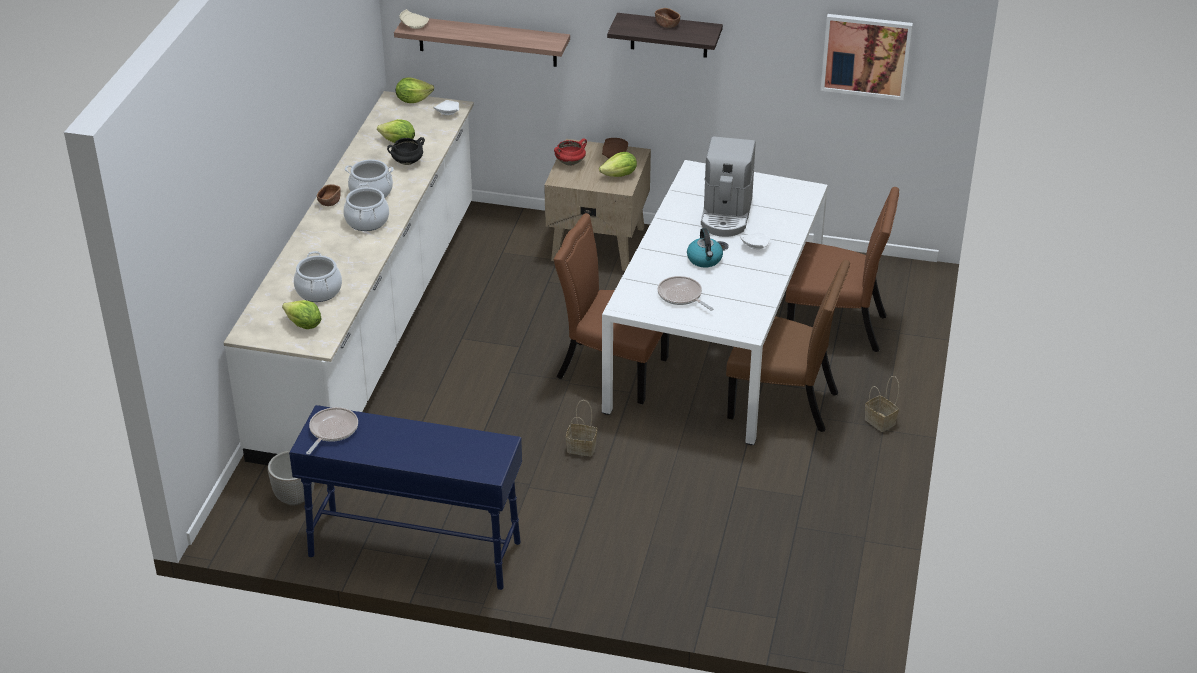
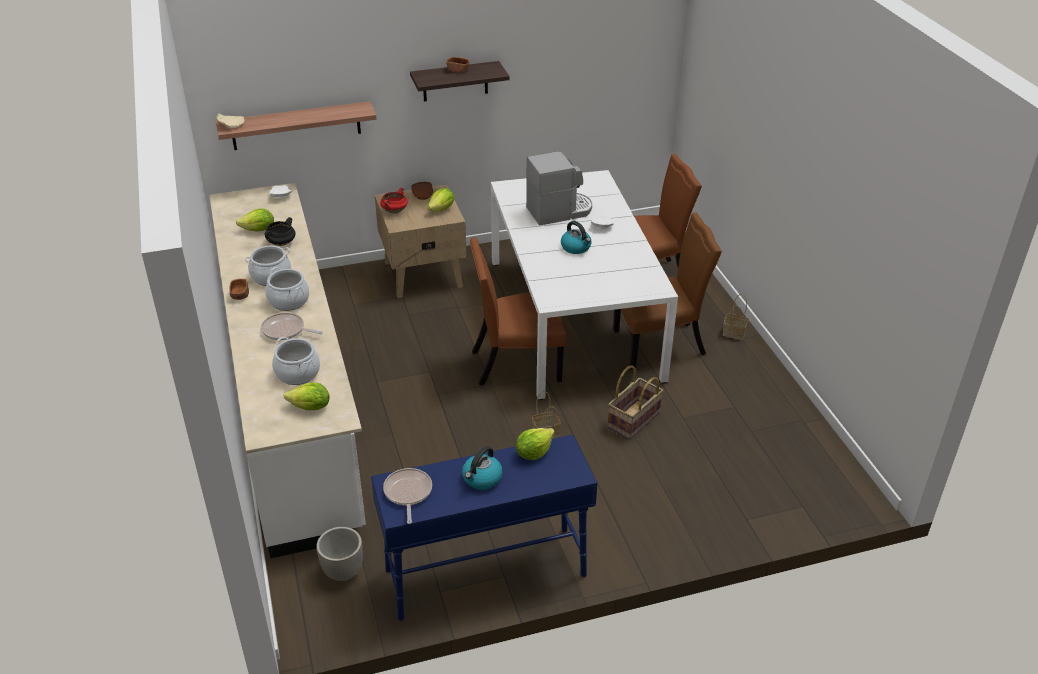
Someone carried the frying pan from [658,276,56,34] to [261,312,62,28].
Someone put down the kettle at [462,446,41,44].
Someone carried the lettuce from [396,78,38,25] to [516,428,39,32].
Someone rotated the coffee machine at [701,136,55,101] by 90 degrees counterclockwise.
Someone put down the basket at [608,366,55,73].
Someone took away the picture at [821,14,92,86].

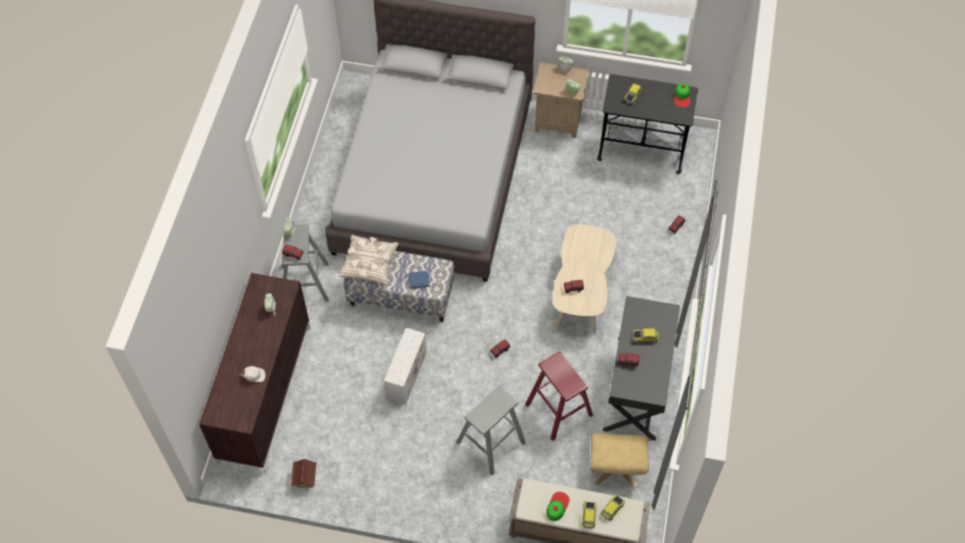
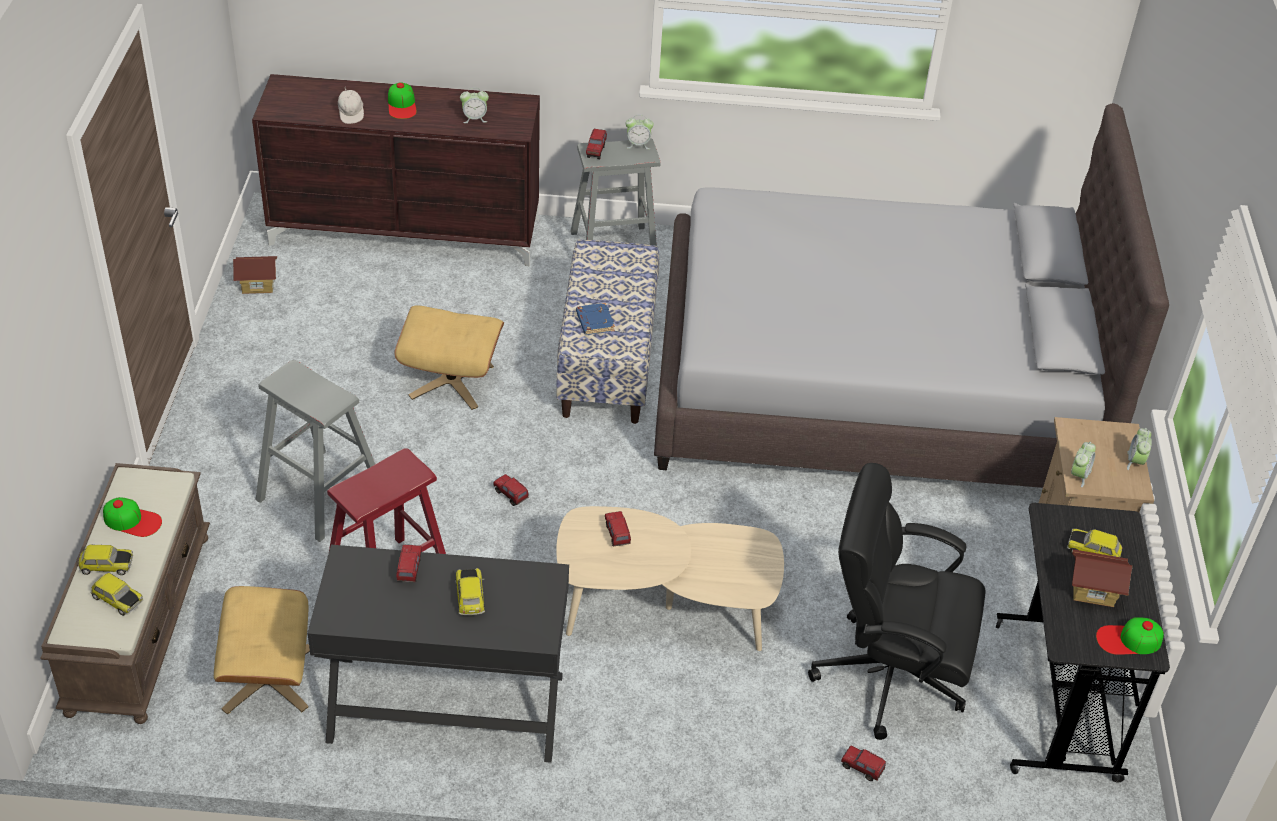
Someone put down the cap at [388,83,29,36].
Someone swapped the white storage box at [384,328,43,77] for the beige ottoman at [395,306,109,104].
Someone put down the black office chair at [808,463,178,277].
Someone put down the toy house at [1072,549,60,58].
Someone took away the beige pillow at [339,235,60,50].

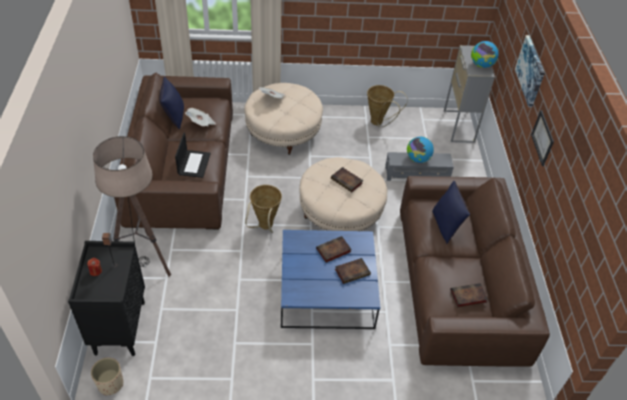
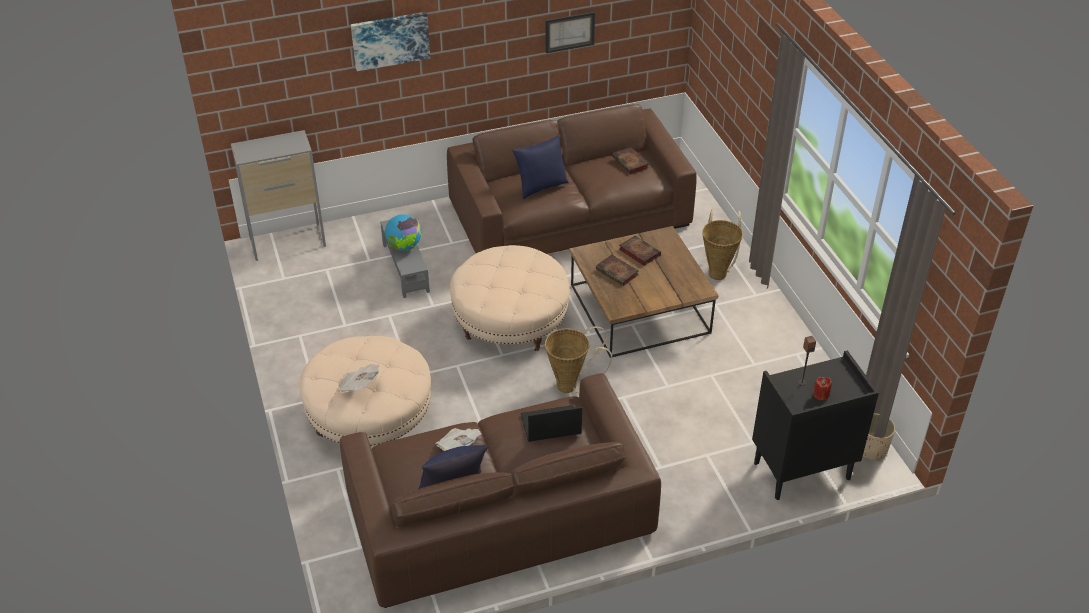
Someone carried the picture from [531,110,23,56] to [545,12,50,41].
Someone repainted the blue coffee table at [281,230,99,99], which became the brown coffee table at [569,226,150,132].
Someone carried the basket from [367,85,41,42] to [702,208,41,72].
Someone took away the floor lamp at [93,136,78,141].
Someone took away the book at [331,167,32,25].
Someone took away the globe at [471,41,28,27].

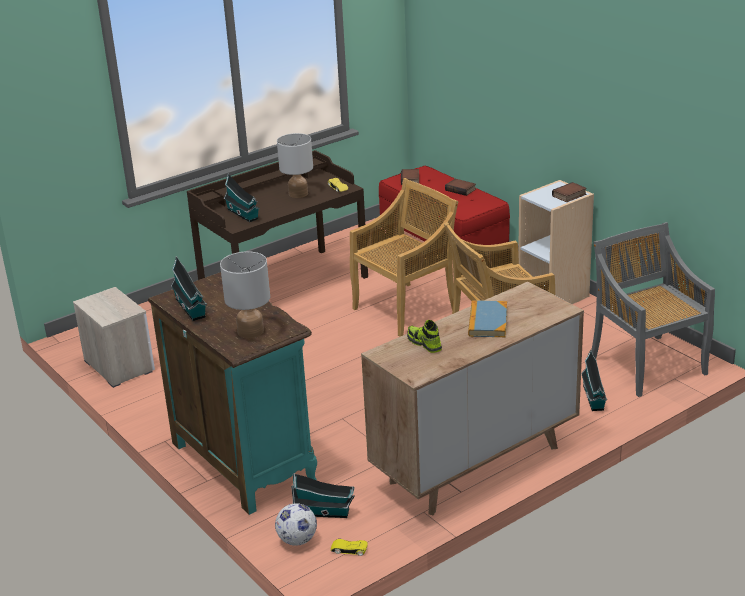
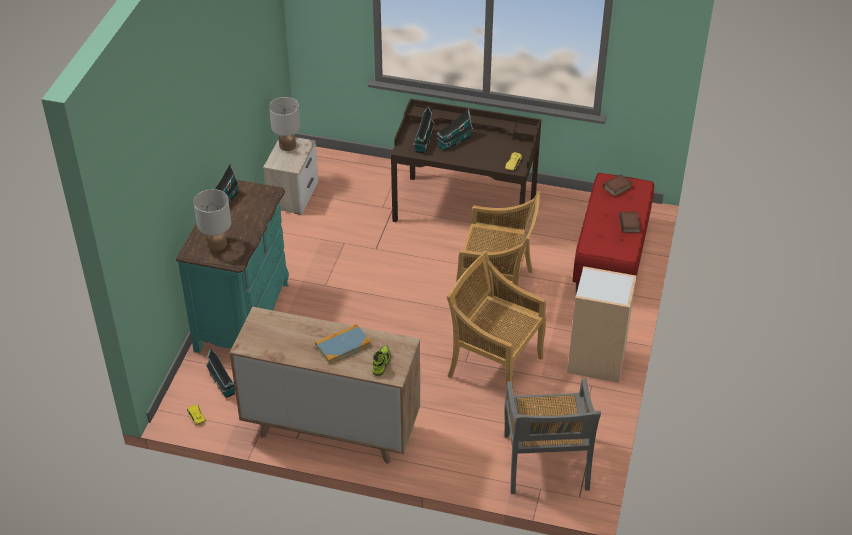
Someone carried the grey table lamp from [277,133,36,65] to [269,97,31,54].
Someone carried the shoe from [407,320,35,33] to [373,345,18,32].
Someone carried the toy house from [581,350,26,61] to [436,108,37,43].
Someone rotated the grey chair at [591,222,124,175] by 150 degrees clockwise.
Someone took away the football at [275,503,42,43].
Someone took away the book at [552,182,35,20].

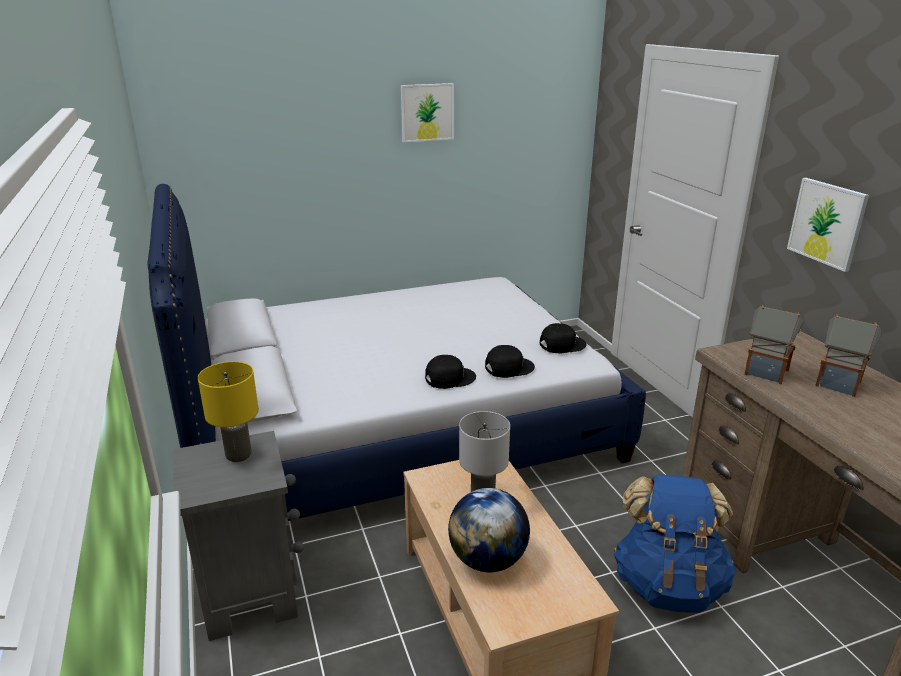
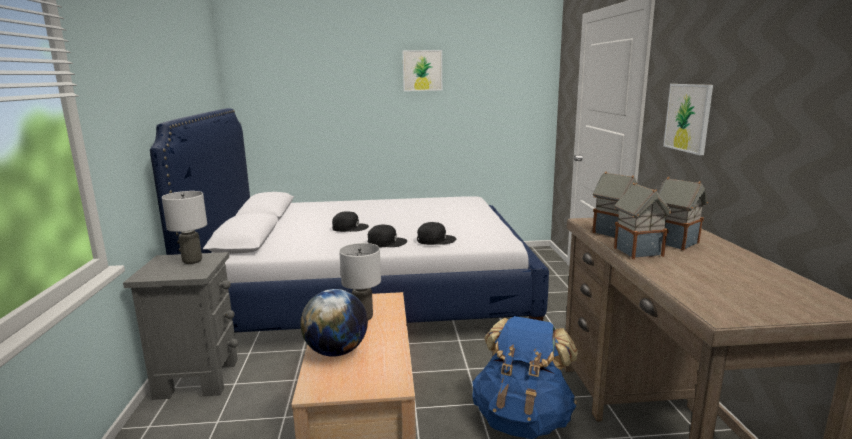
Someone repainted the yellow table lamp at [198,361,61,101], which became the white table lamp at [162,191,45,73].
Someone carried the black cap from [540,323,46,30] to [332,211,37,21].
Someone put down the toy house at [614,183,58,76].

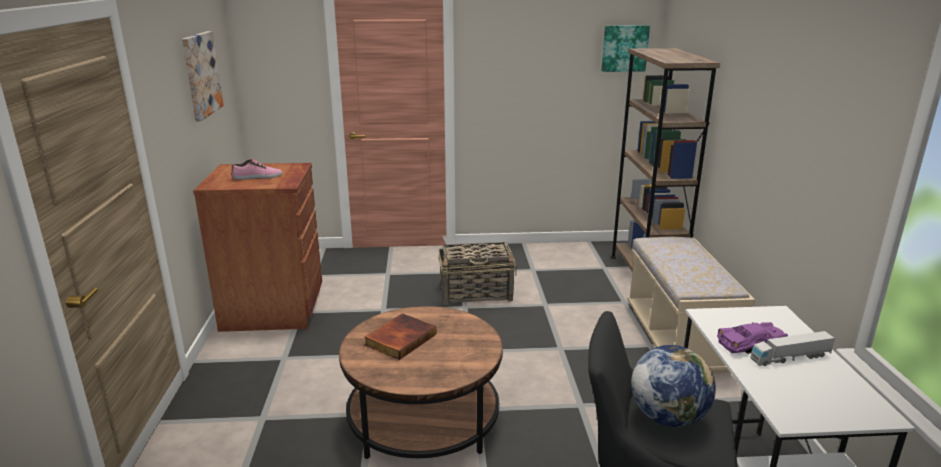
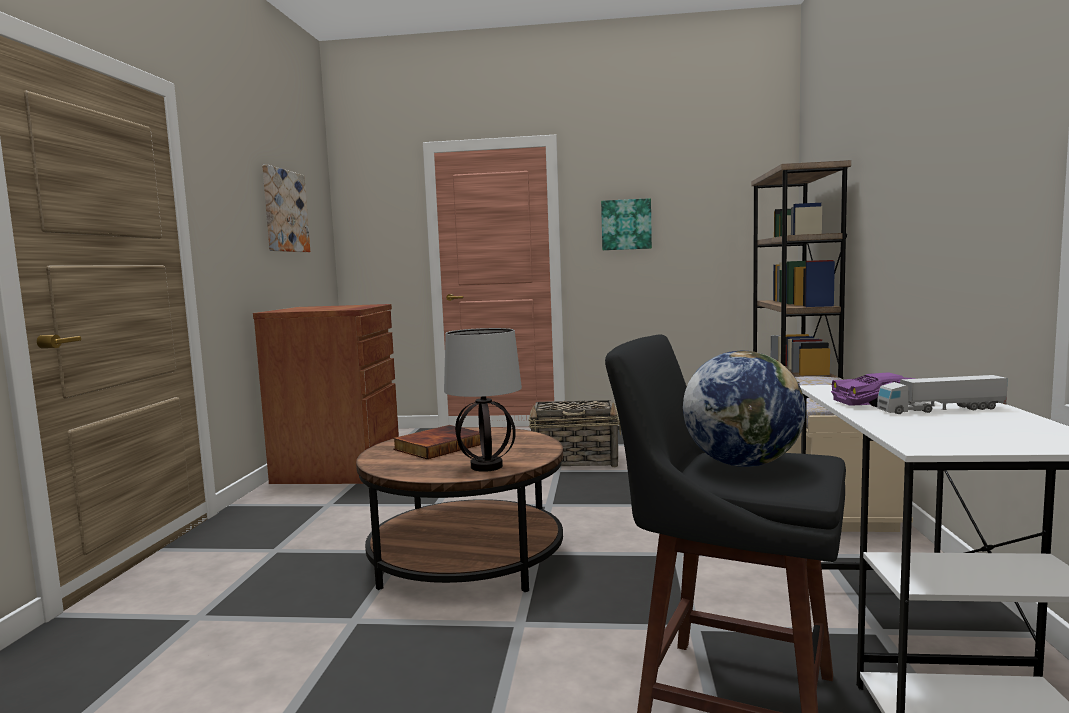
Someone put down the table lamp at [444,328,78,144].
Someone carried the picture from [601,25,49,47] to [601,198,51,52].
Someone took away the shoe at [232,159,51,21].

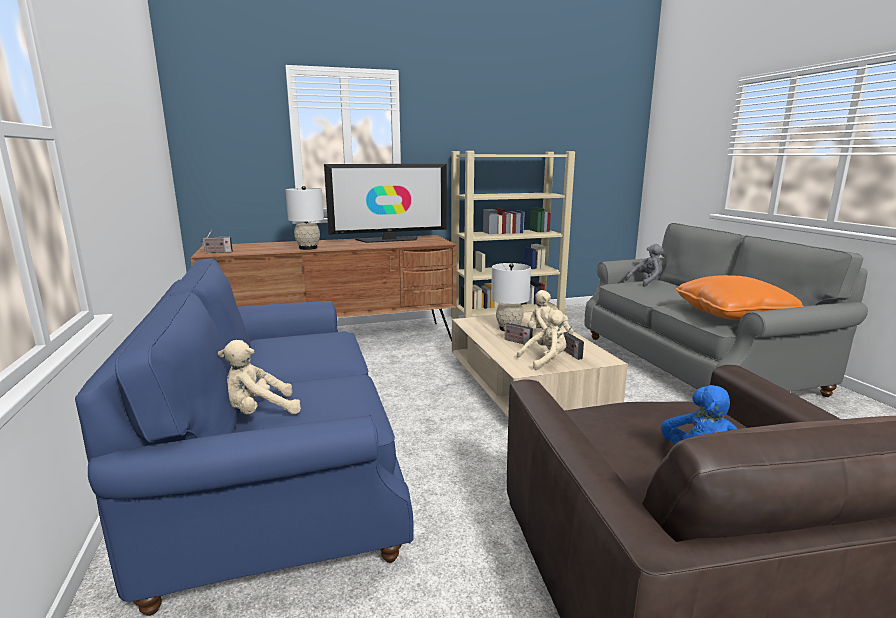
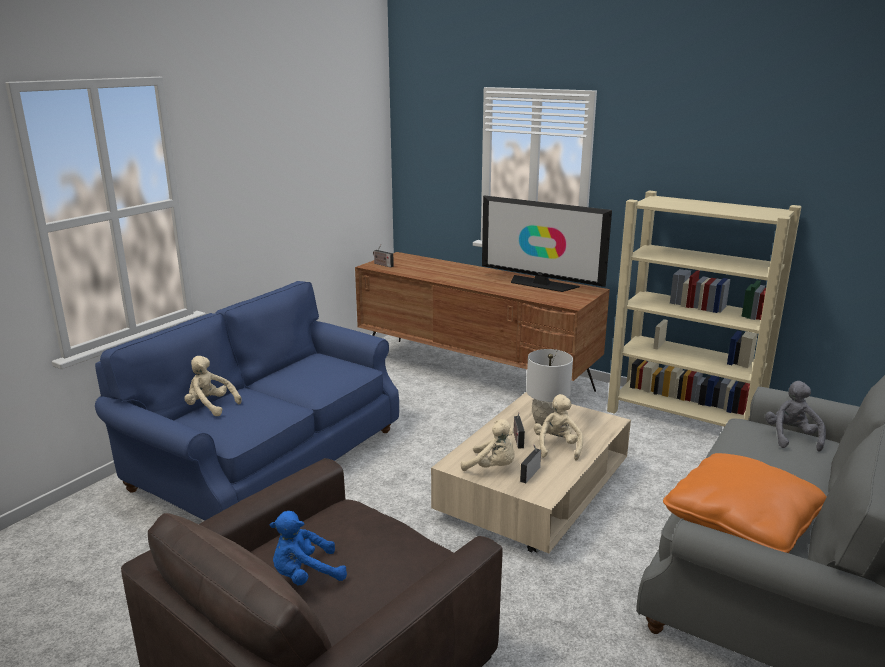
Someone rotated the grey plush toy at [625,244,39,43] by 105 degrees counterclockwise.
Someone took away the white table lamp at [285,186,39,64].

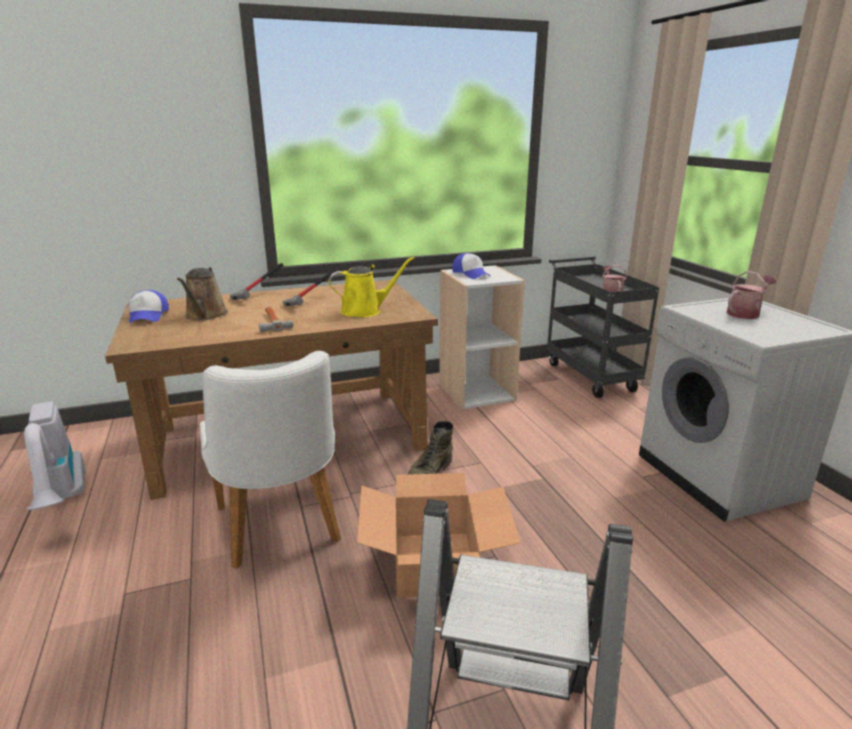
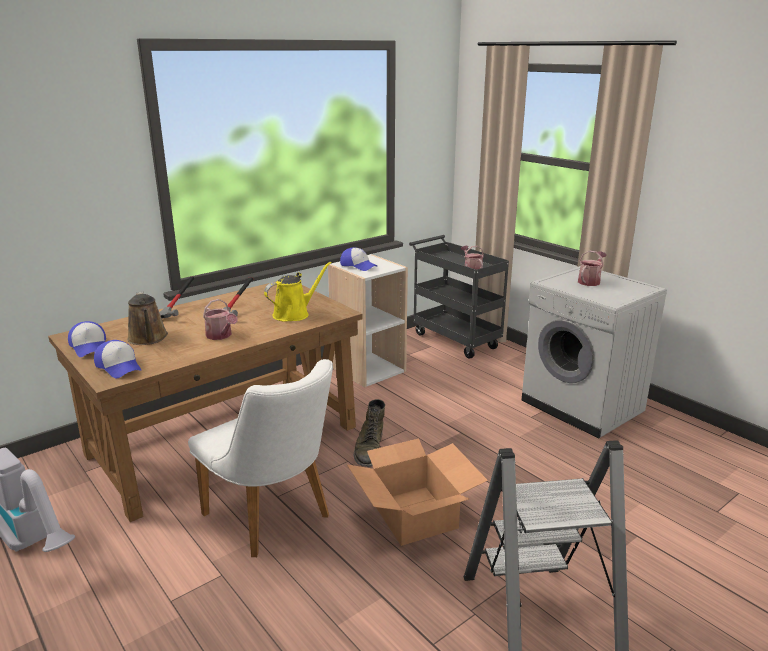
Someone put down the cap at [94,340,47,38].
Someone swapped the hammer at [259,307,35,25] for the watering can at [203,299,35,41].

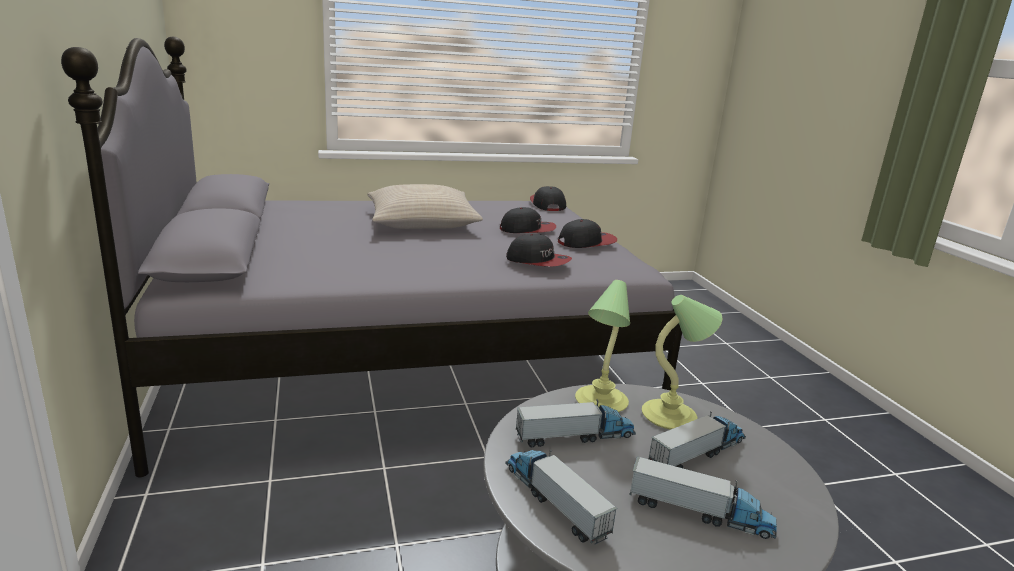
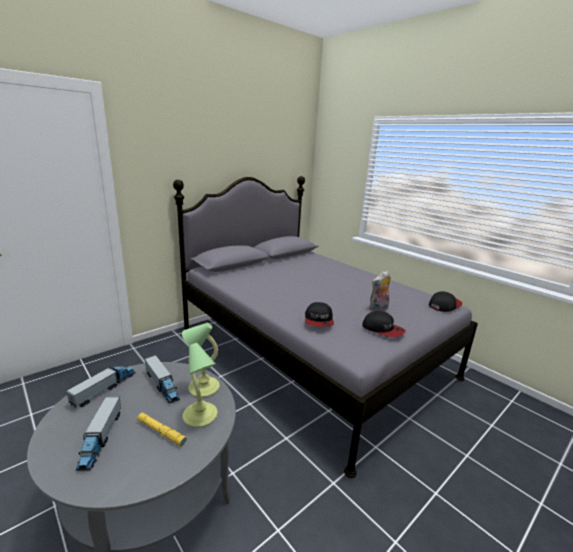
Someone swapped the toy truck at [649,411,97,57] for the yellow flashlight at [137,412,50,35].
Someone swapped the cap at [500,207,56,26] for the plush toy at [369,271,22,40].
Someone took away the beige pillow at [368,184,115,45].

